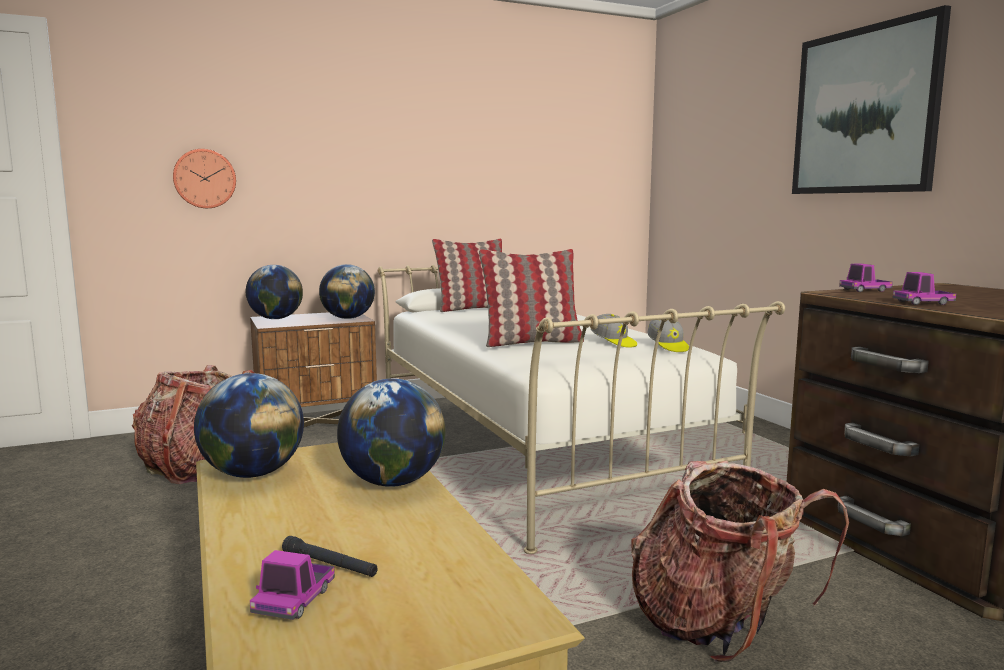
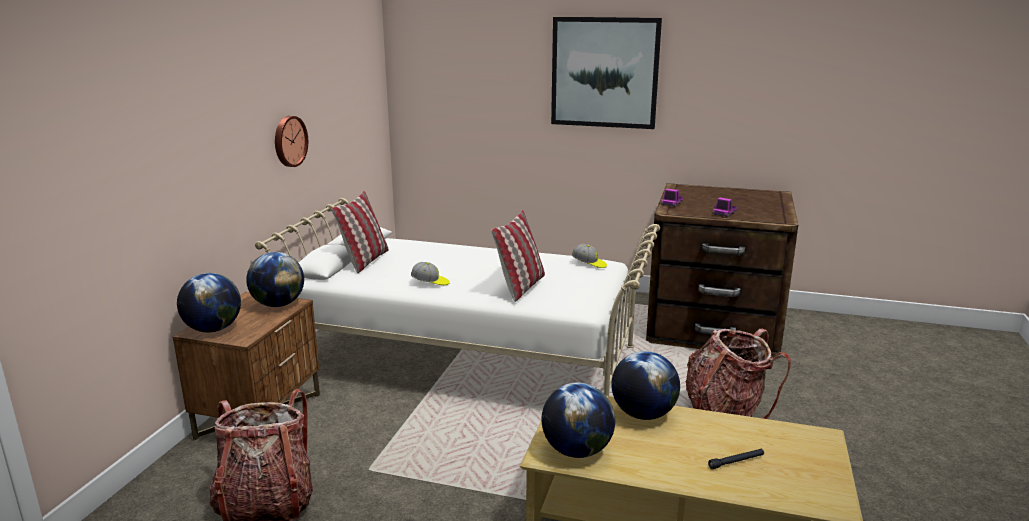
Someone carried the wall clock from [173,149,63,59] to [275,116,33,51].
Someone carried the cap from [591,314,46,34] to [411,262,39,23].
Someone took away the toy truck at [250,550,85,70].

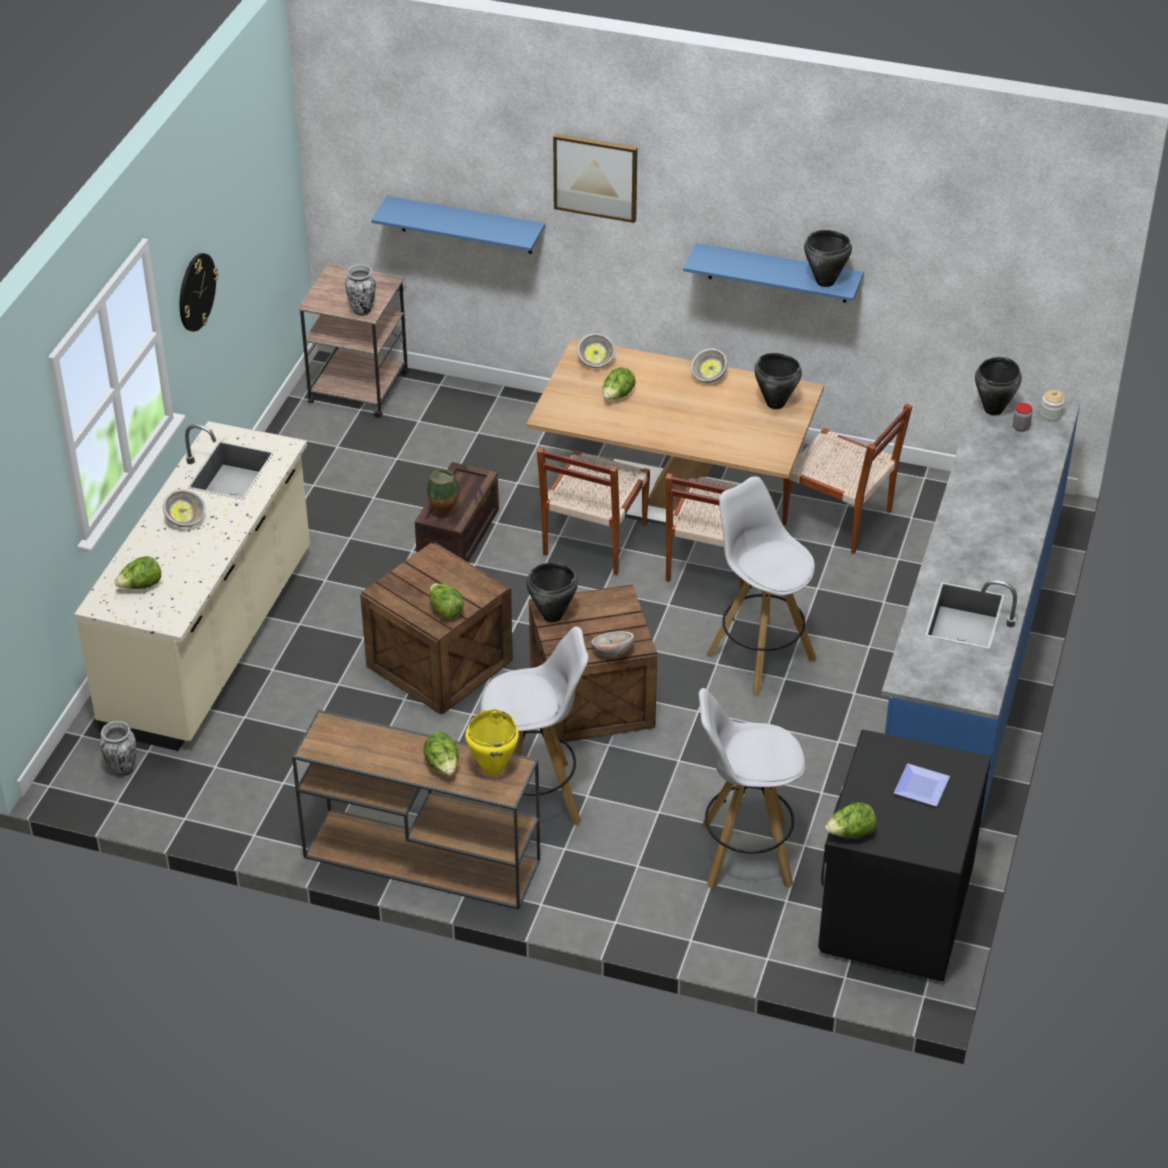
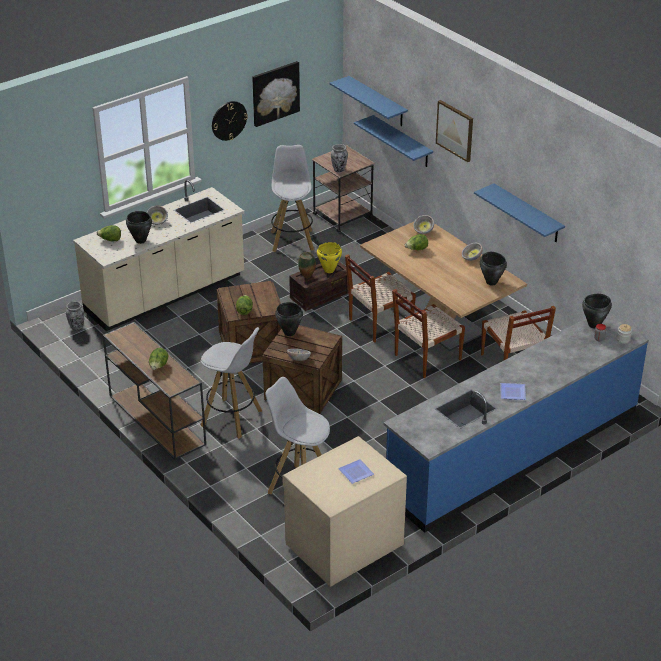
Someone carried the black cooking pot from [804,230,48,57] to [126,211,26,33].
Someone put up the picture at [252,61,48,66].
Someone carried the white stool from [706,476,111,218] to [271,145,43,107].
Someone repainted the black washing machine at [818,730,173,252], which became the beige washing machine at [282,436,125,151].
Someone carried the yellow cooking pot from [465,709,54,67] to [317,242,25,31].
Someone put up the blue shelf at [330,76,78,50].
Someone put down the plate at [500,383,26,17].
Someone took away the lettuce at [825,802,51,36].

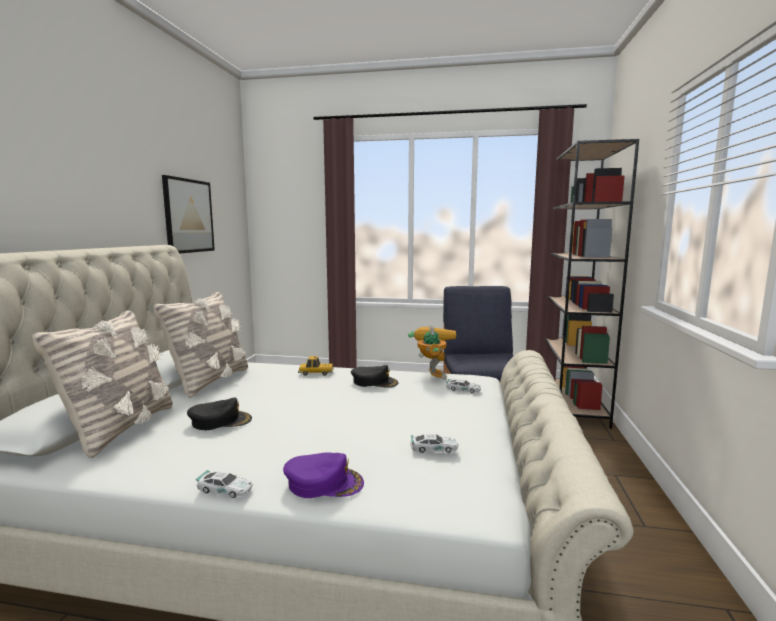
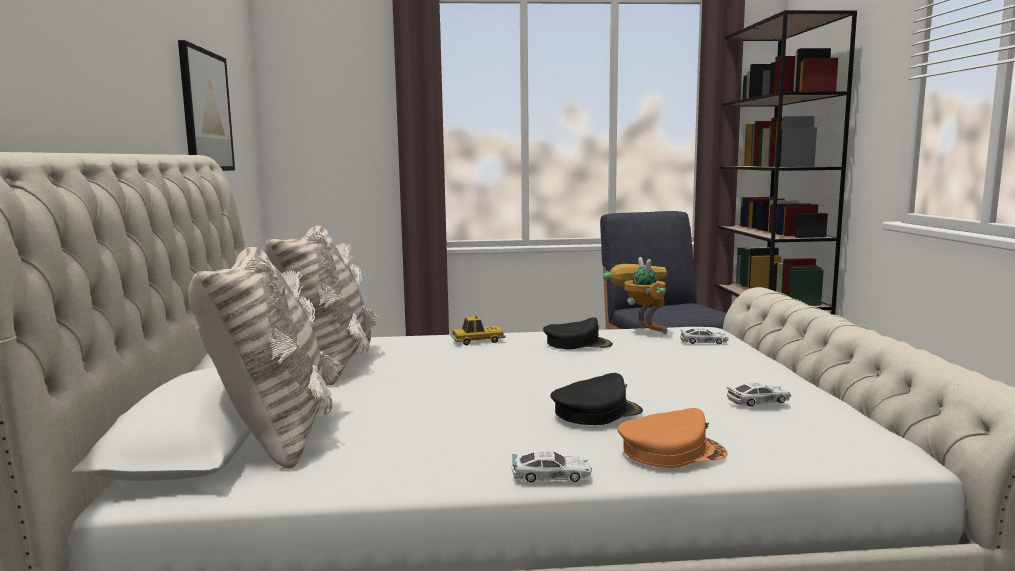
Someone carried the black cap from [187,398,65,32] to [550,373,93,52].
Someone repainted the purple cap at [283,452,81,46], which became the orange cap at [618,408,110,60].

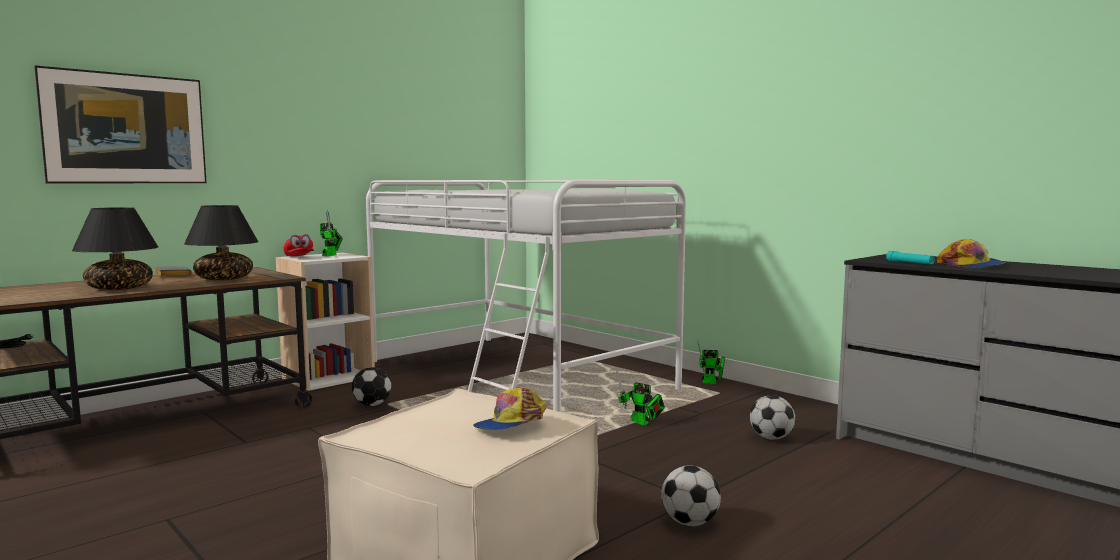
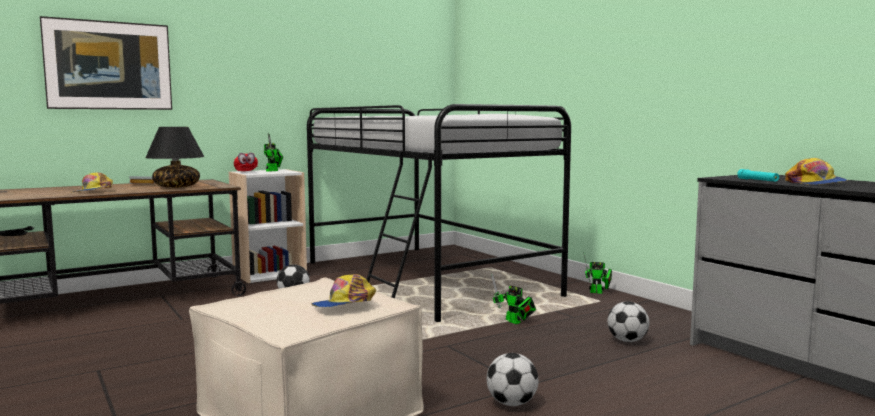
Someone swapped the black table lamp at [72,207,87,83] for the cap at [70,172,43,21].
Someone repainted the white bed at [366,180,320,232], which became the black bed at [307,104,264,218].

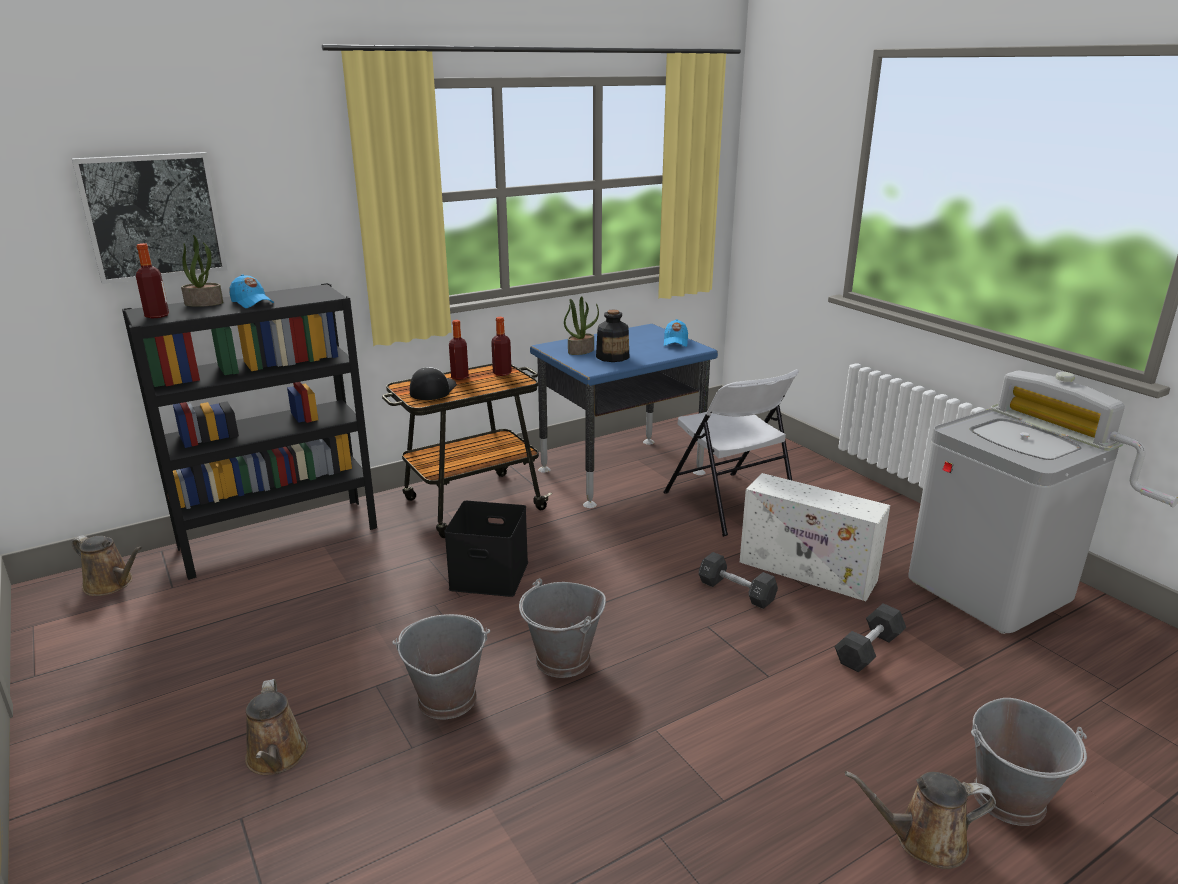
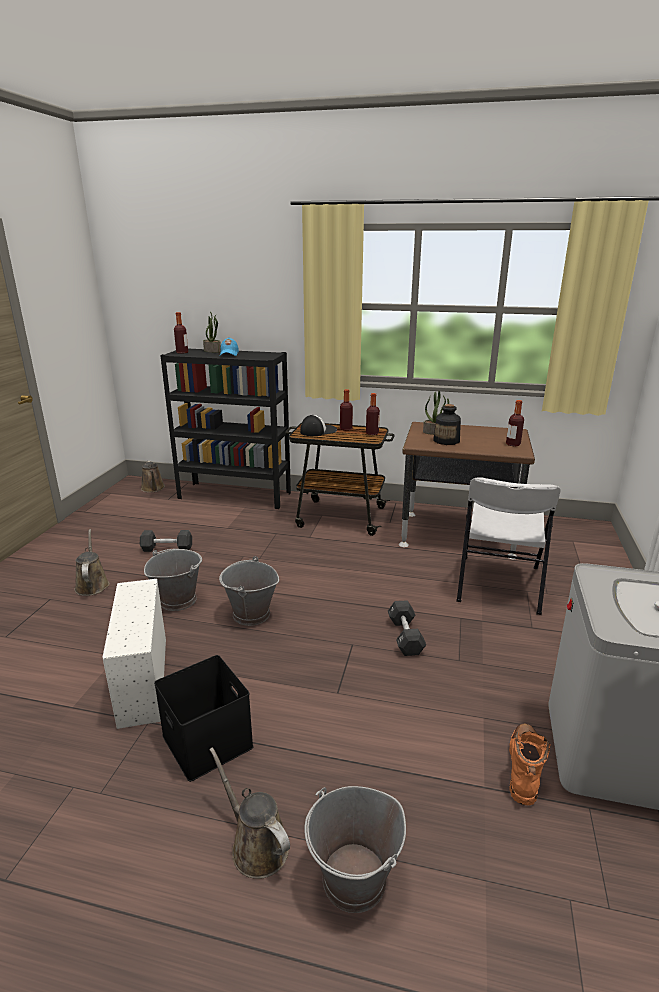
Someone rotated the brown watering can at [245,679,63,96] by 135 degrees clockwise.
Someone carried the white storage box from [740,473,150,128] to [103,579,63,150].
Someone carried the black dumbbell from [834,603,72,69] to [140,530,52,22].
Someone carried the black storage box from [444,501,84,96] to [154,655,100,127].
Someone repainted the blue desk at [530,324,188,184], which became the brown desk at [399,422,136,137].
Someone swapped the blue cap at [664,319,24,28] for the bottle at [506,400,18,47].
Someone put down the orange boot at [509,723,42,82].
Someone took away the picture at [71,152,156,132].

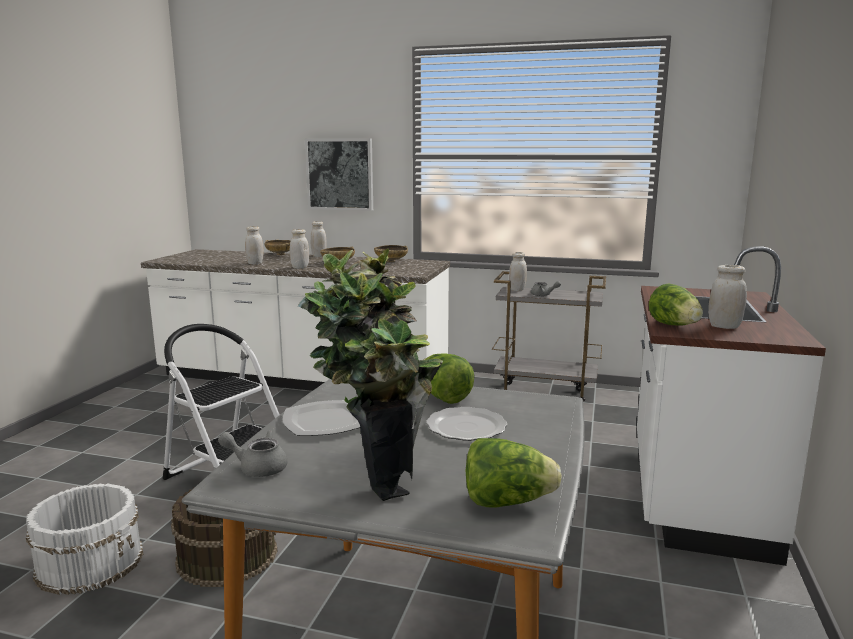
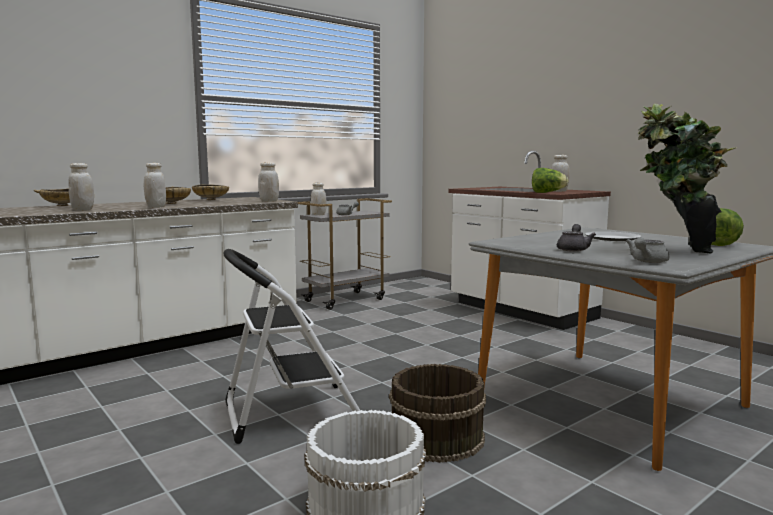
Someone carried the white jar from [311,221,15,36] to [258,162,21,40].
Someone swapped the plate at [283,400,77,36] for the grey teapot at [557,224,39,28].
Someone took away the picture at [305,138,68,73].
Someone took away the lettuce at [424,353,51,51].

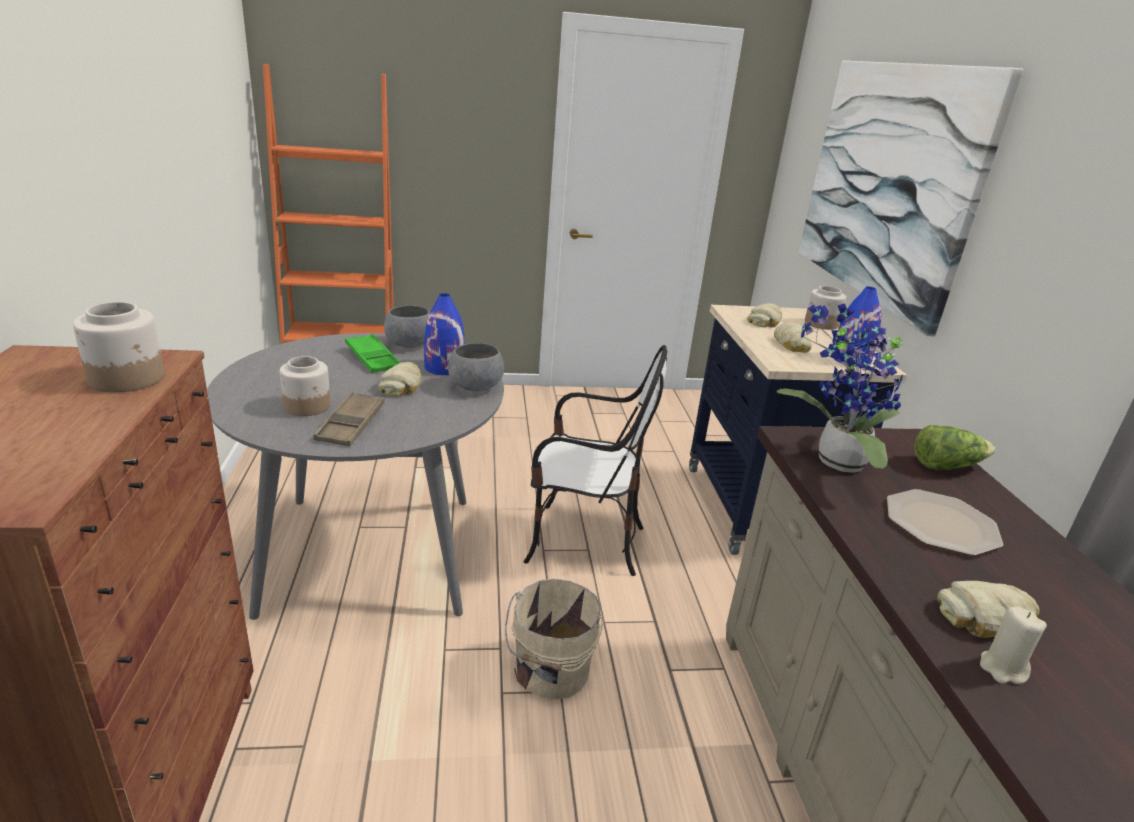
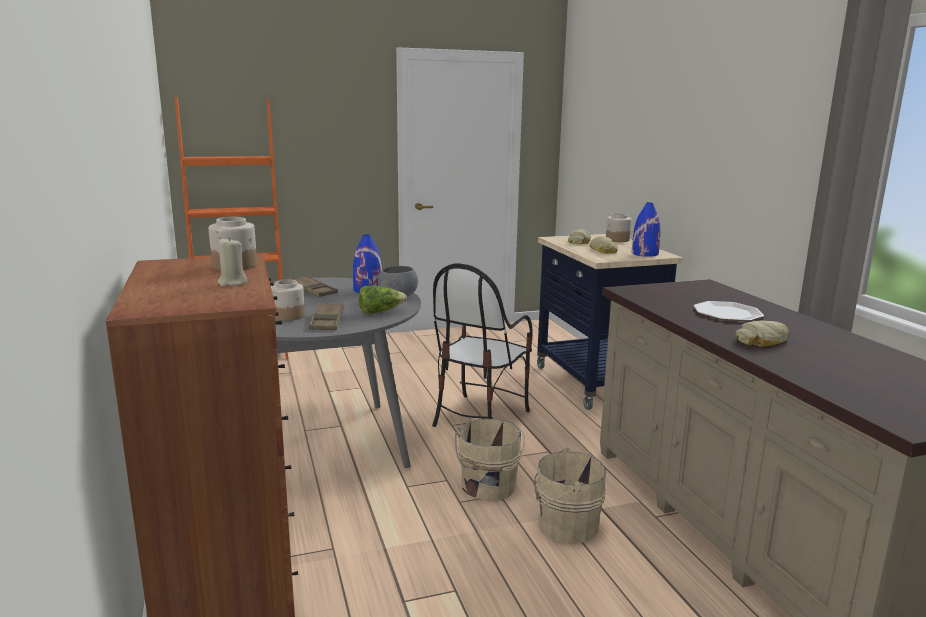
Someone carried the beige candle from [980,607,67,77] to [218,237,30,49].
Someone repainted the green tray at [345,334,55,39], which became the brown tray at [288,276,50,21].
Someone carried the lettuce from [915,425,80,45] to [359,286,48,28].
Someone rotated the chair at [524,345,143,231] by 120 degrees clockwise.
Someone put down the beige bucket at [534,448,72,95].
Someone took away the bread at [378,362,43,35].
Someone took away the grey bowl at [384,305,46,42].
Someone took away the potted plant at [777,303,126,170].
Someone took away the picture at [799,60,225,277].

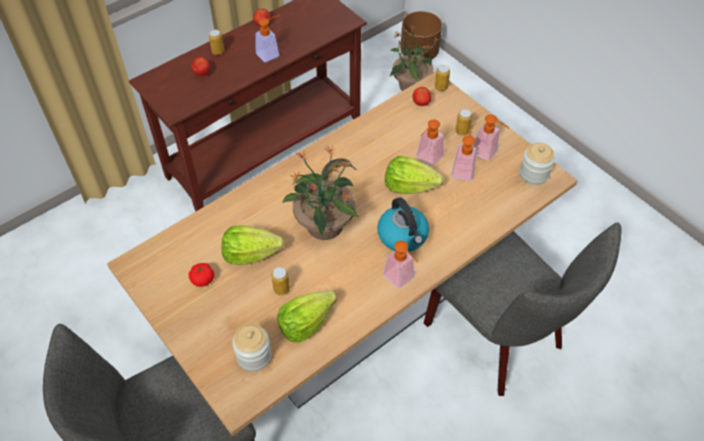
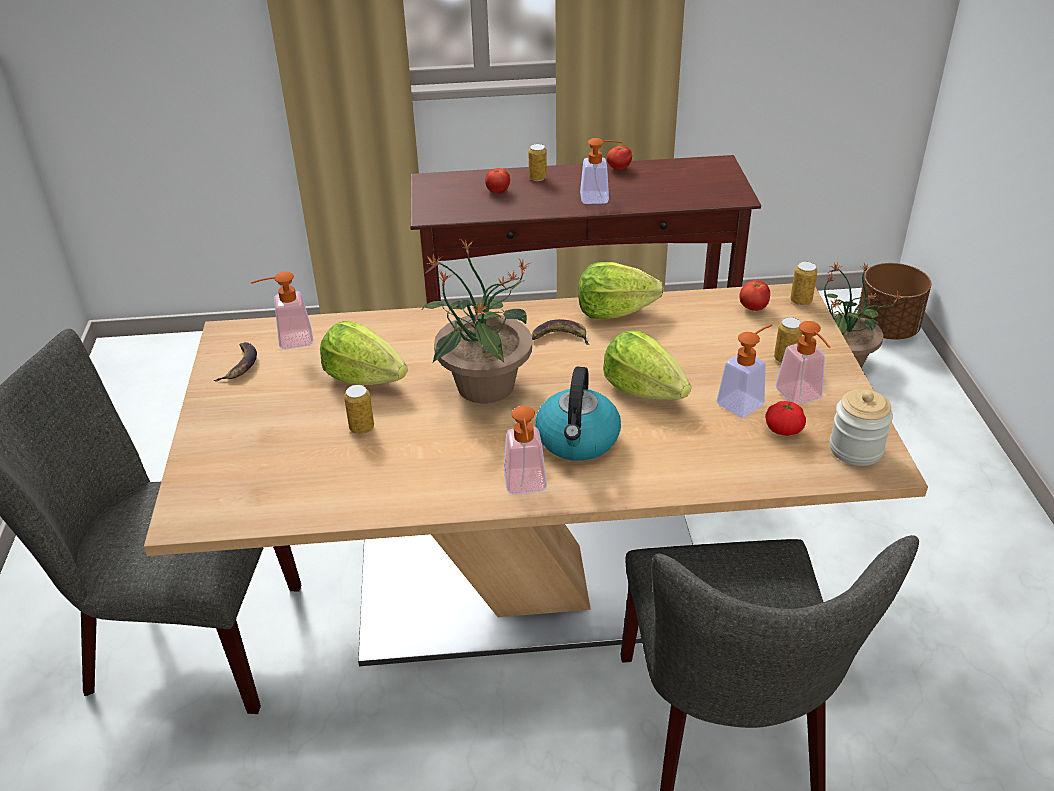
Someone put down the banana at [214,342,43,39].
Someone carried the soap dispenser from [416,119,28,47] to [250,271,63,79].
Someone carried the lettuce from [277,291,60,52] to [578,262,86,57].
Someone carried the tomato from [189,263,25,24] to [765,401,41,35].
Someone took away the jar at [232,324,39,47].

